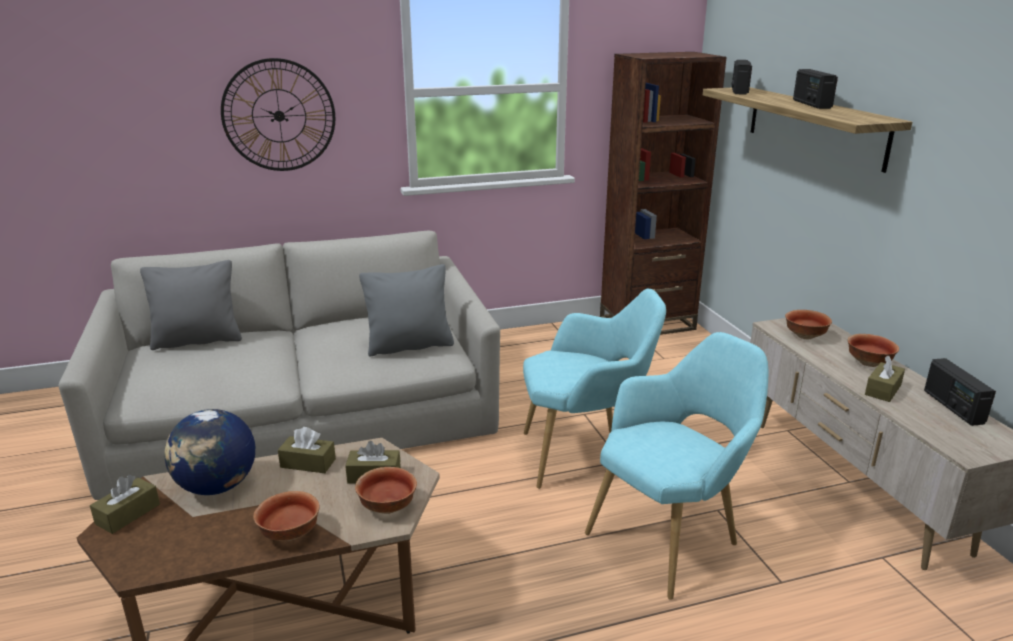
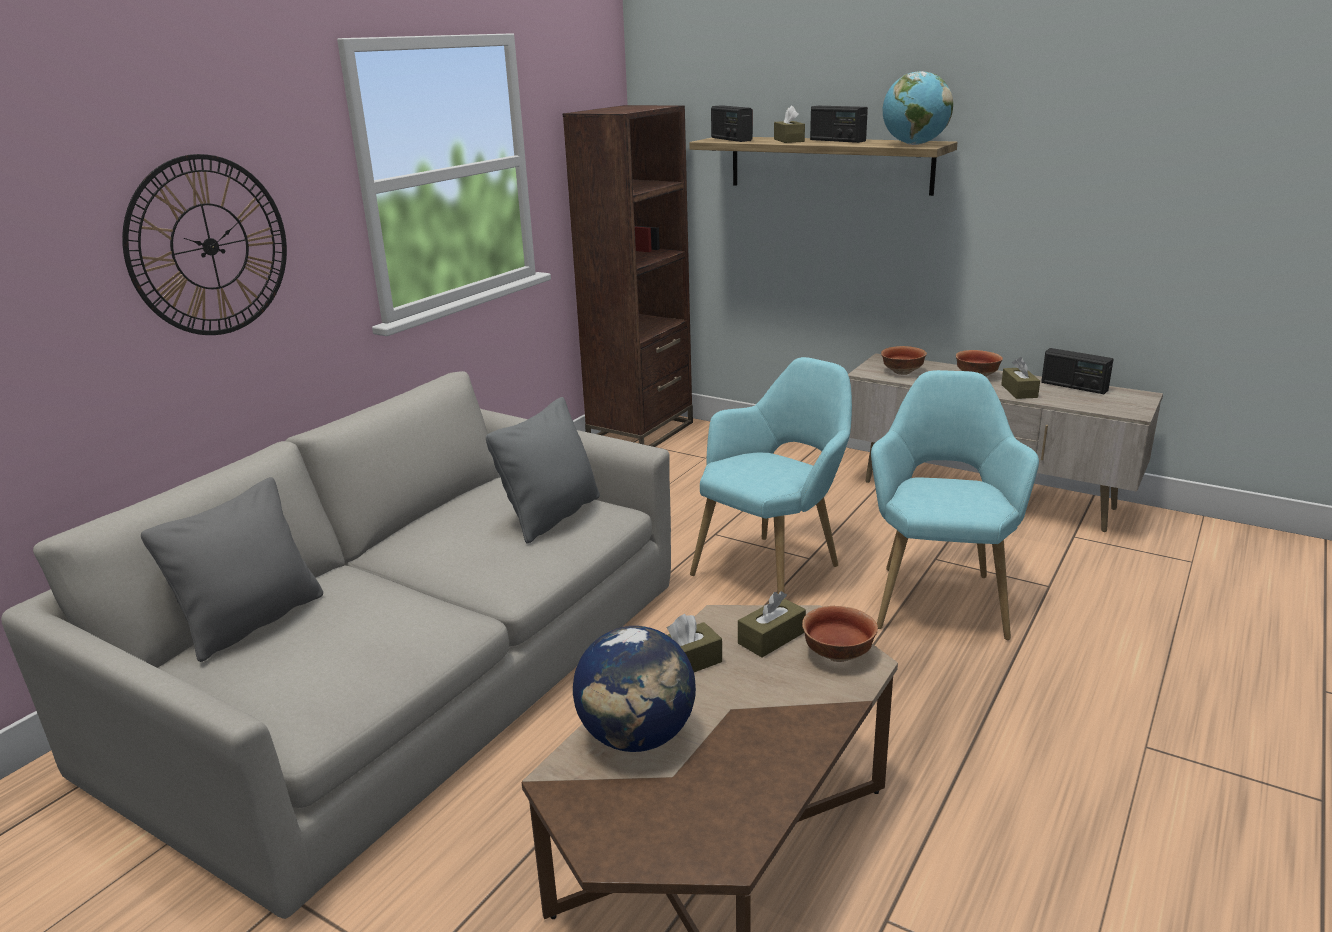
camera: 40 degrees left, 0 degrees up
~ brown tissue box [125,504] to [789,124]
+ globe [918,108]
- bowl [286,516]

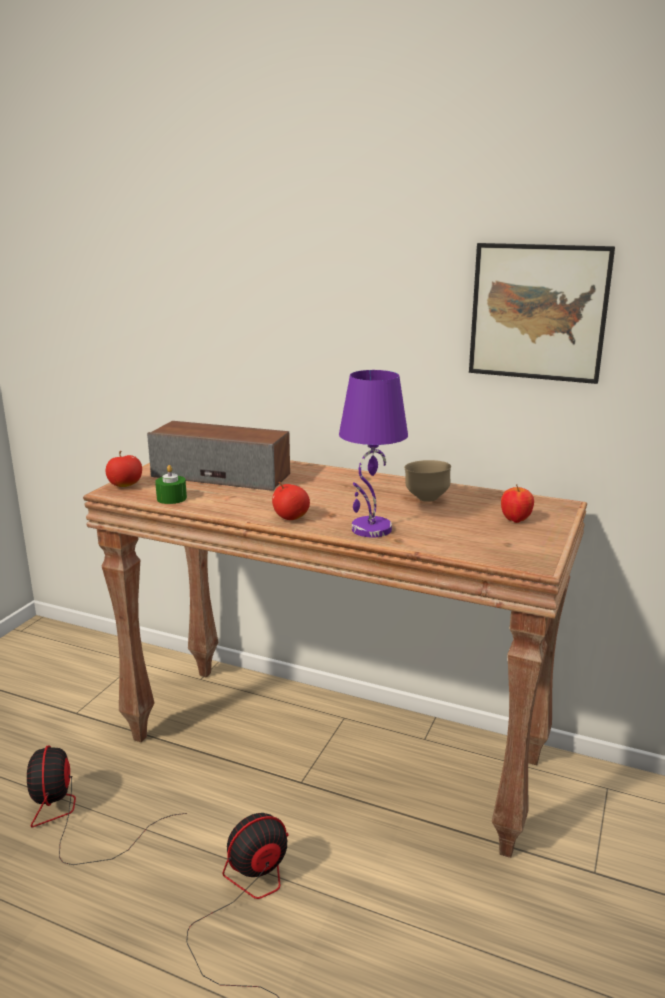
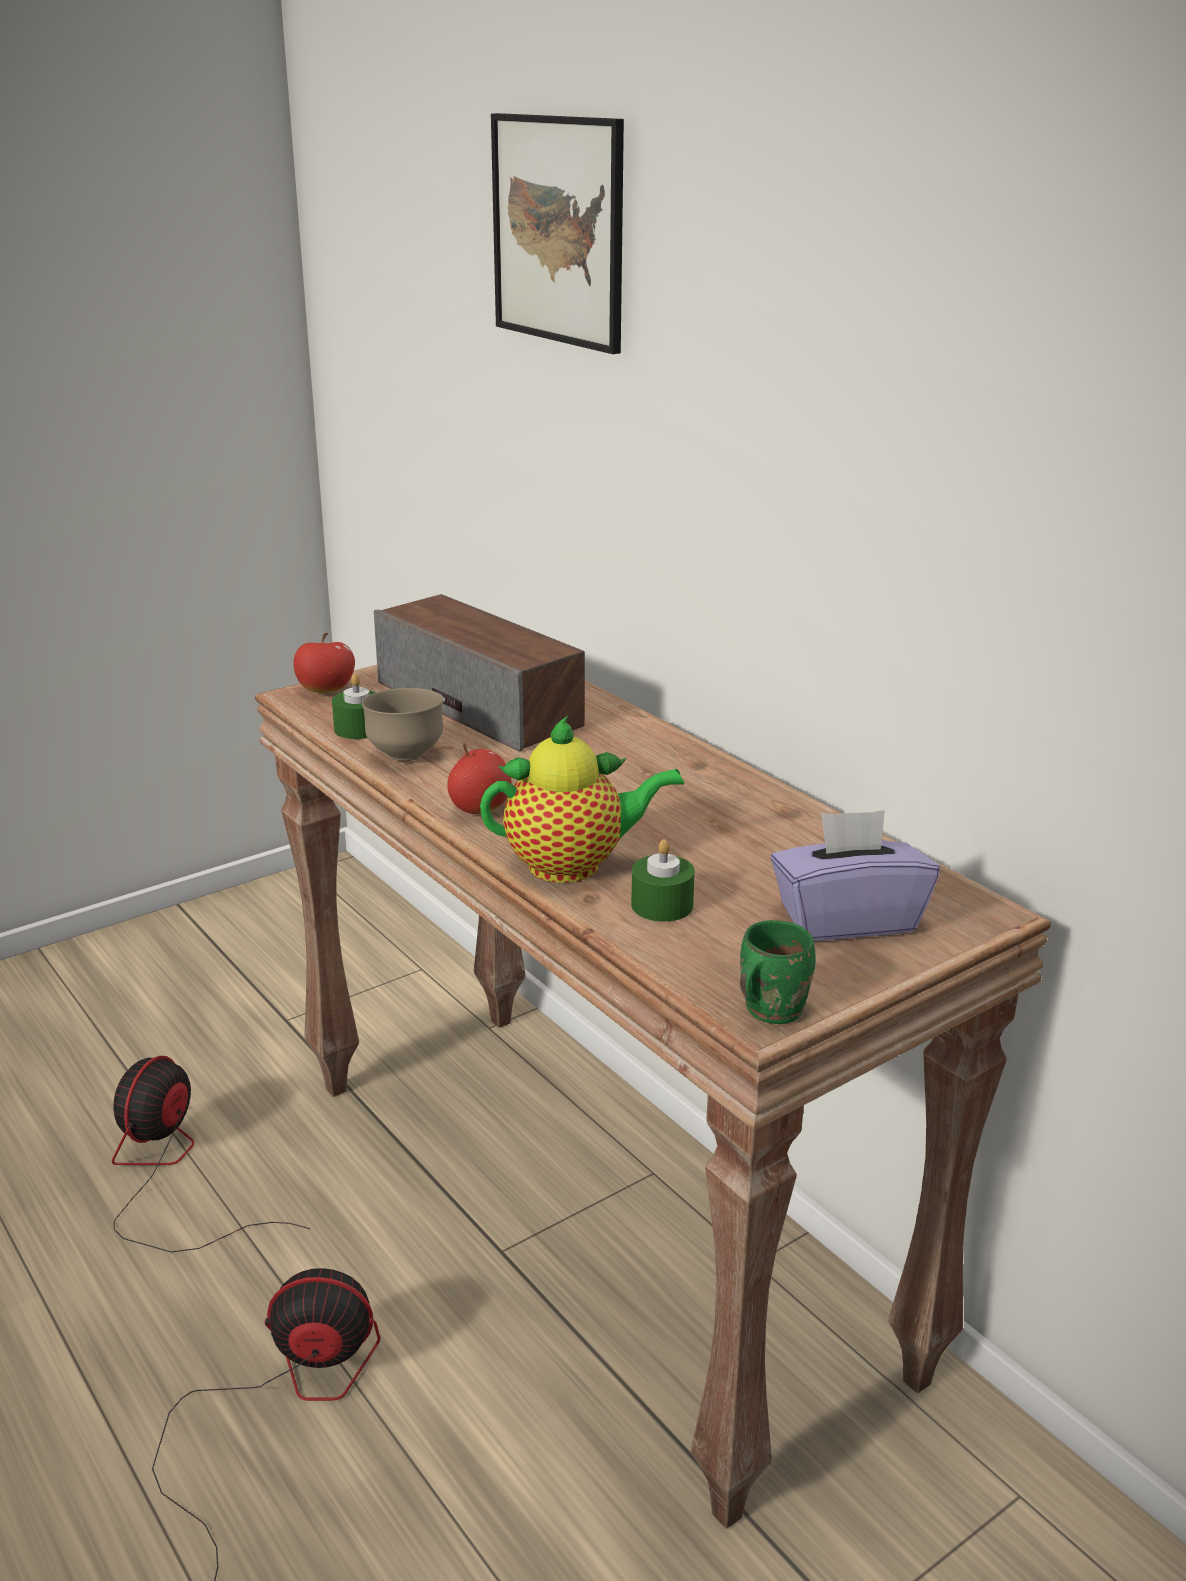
camera: 30 degrees right, 5 degrees up
~ brown bowl [427,481] to [402,724]
~ purple table lamp [373,453] to teapot [582,799]
~ picture [542,313] to [557,233]
+ green candle [663,880]
+ green mug [778,972]
~ apple [517,503] to purple tissue box [855,875]

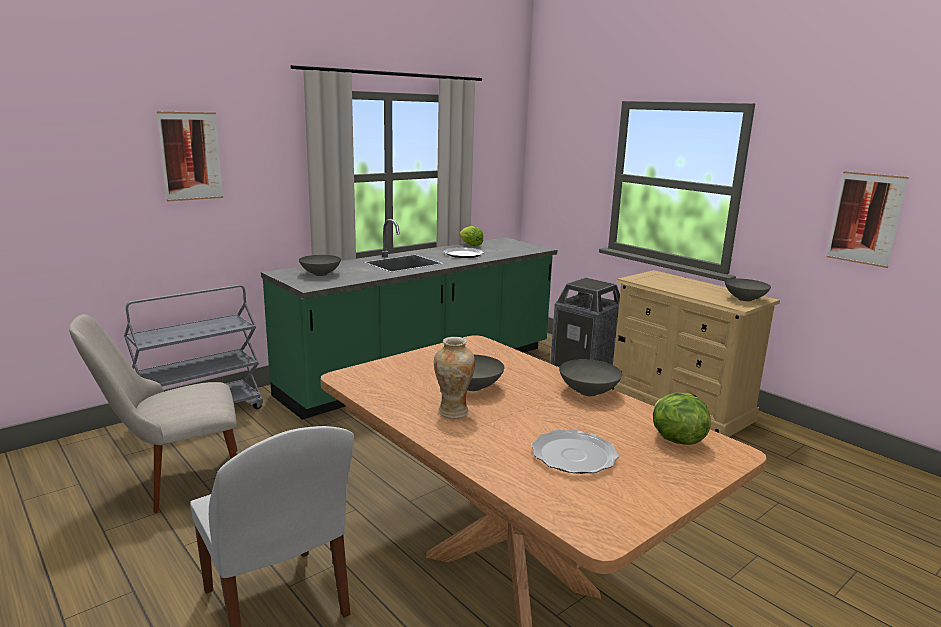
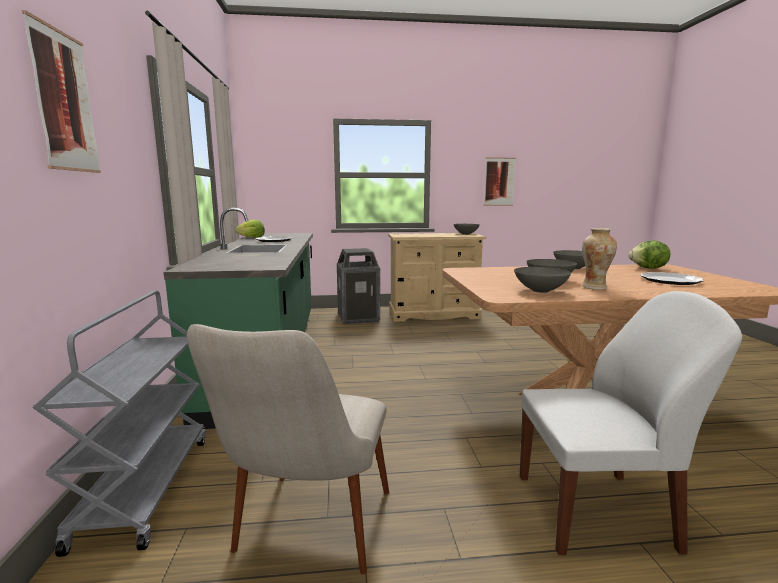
camera: 55 degrees left, 5 degrees down
~ grey bowl [320,265] to [542,280]

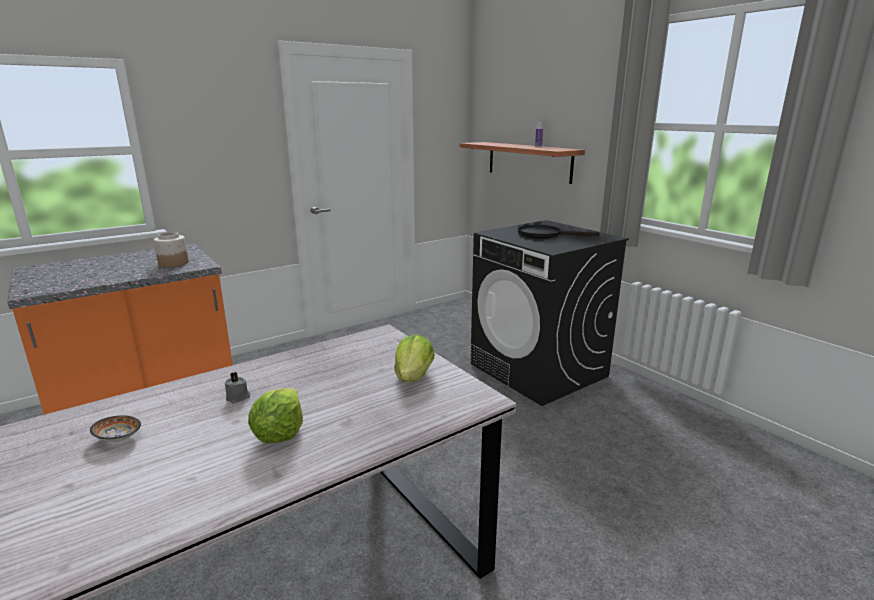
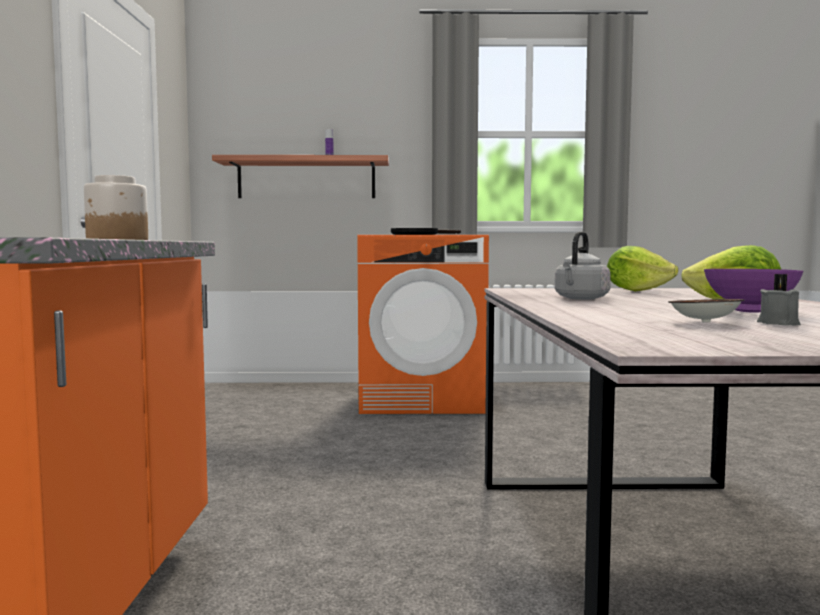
camera: 55 degrees left, 15 degrees down
~ black washing machine [550,313] to orange washing machine [423,324]
+ grey kettle [583,265]
+ purple bowl [753,290]
~ grey candle [237,387] to [779,300]

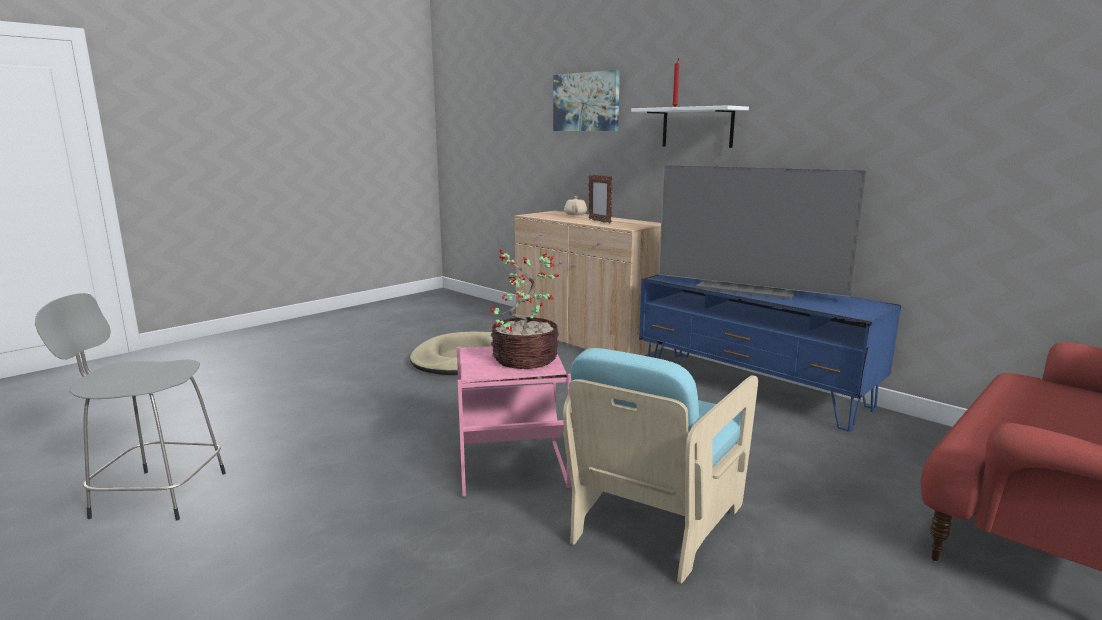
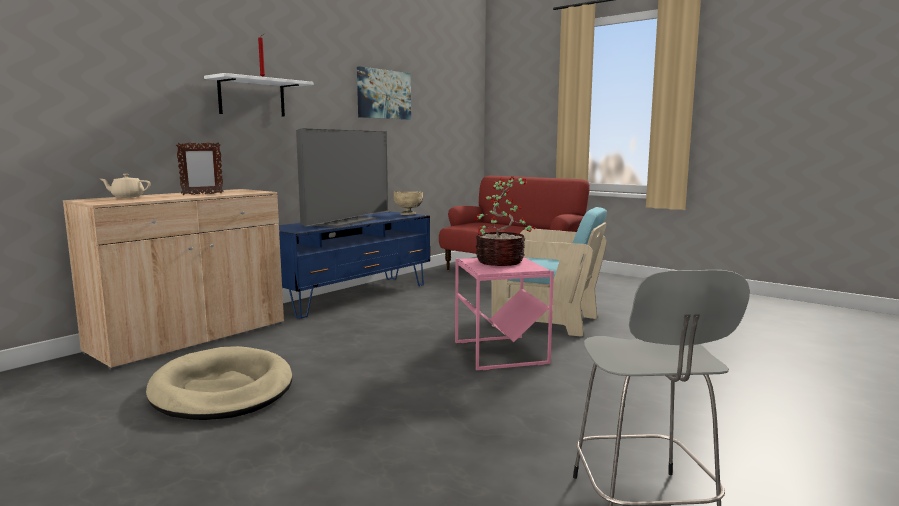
camera: 95 degrees left, 5 degrees down
~ picture [586,100] to [384,93]
+ beige bowl [408,203]

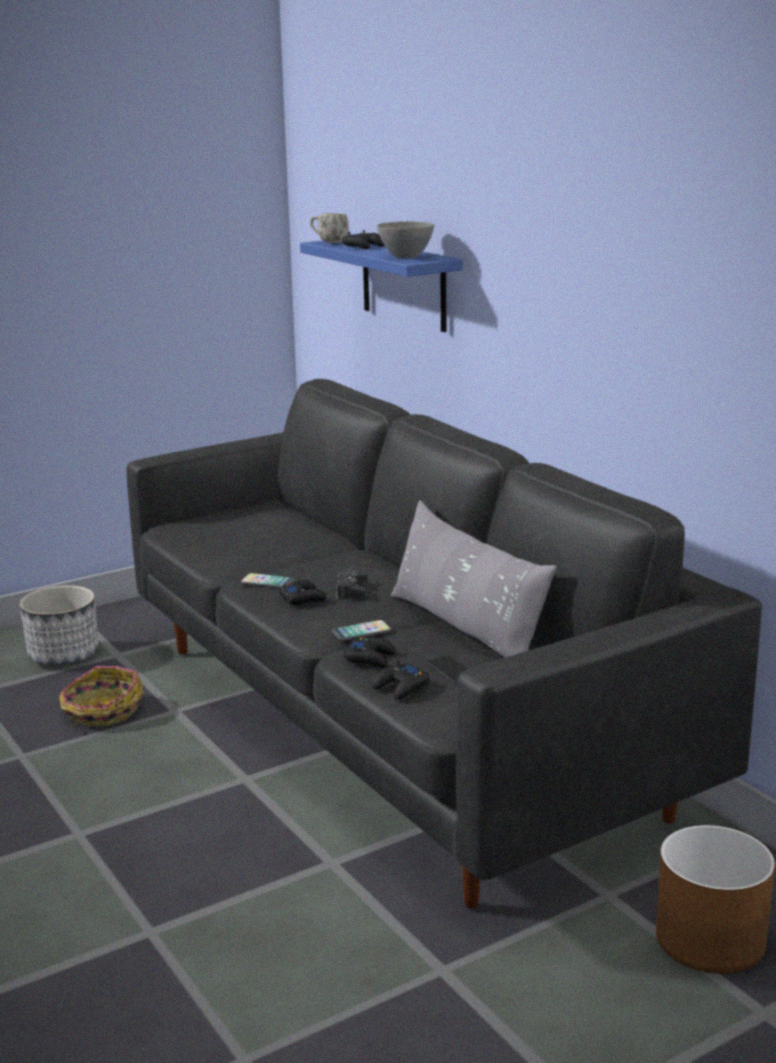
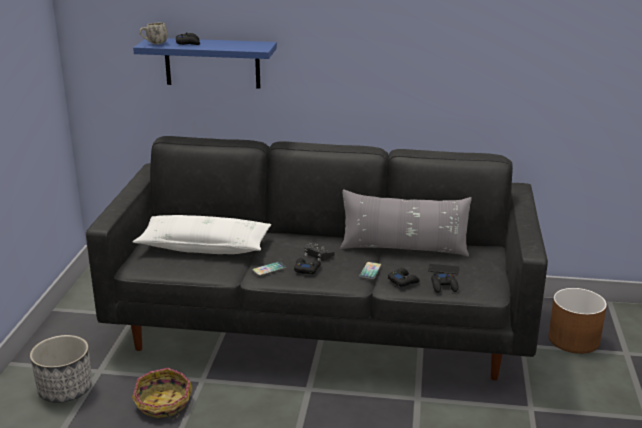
camera: 50 degrees left, 5 degrees up
+ white pillow [202,234]
- grey bowl [405,239]

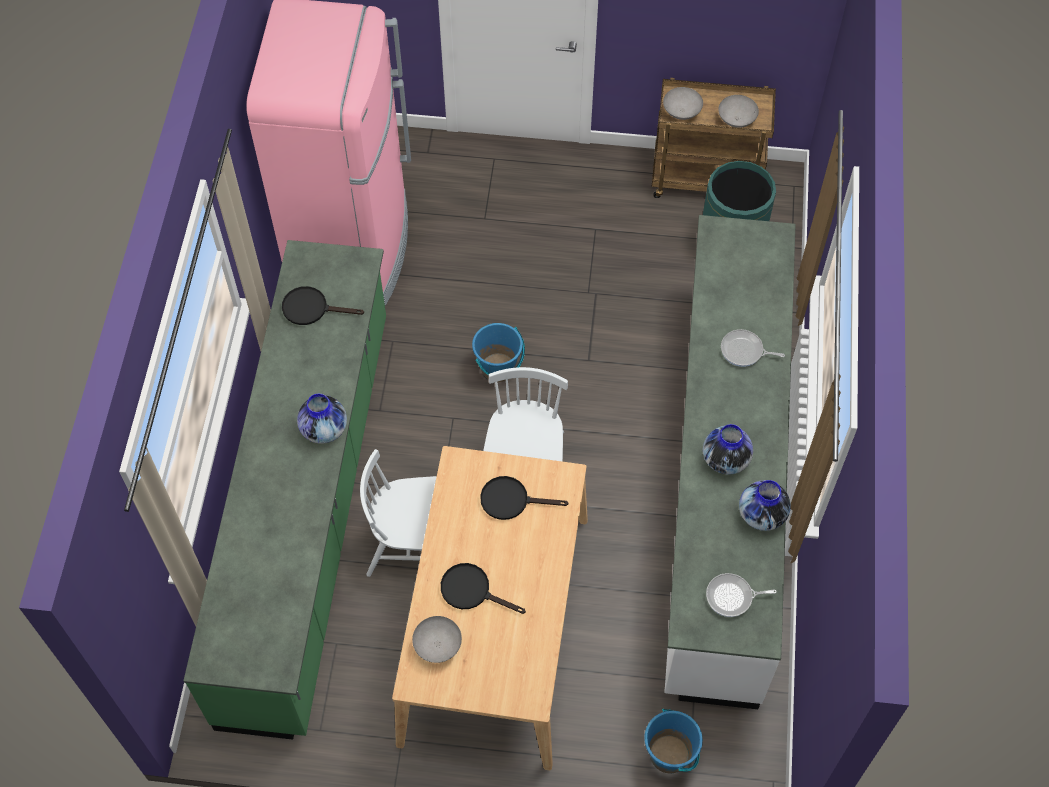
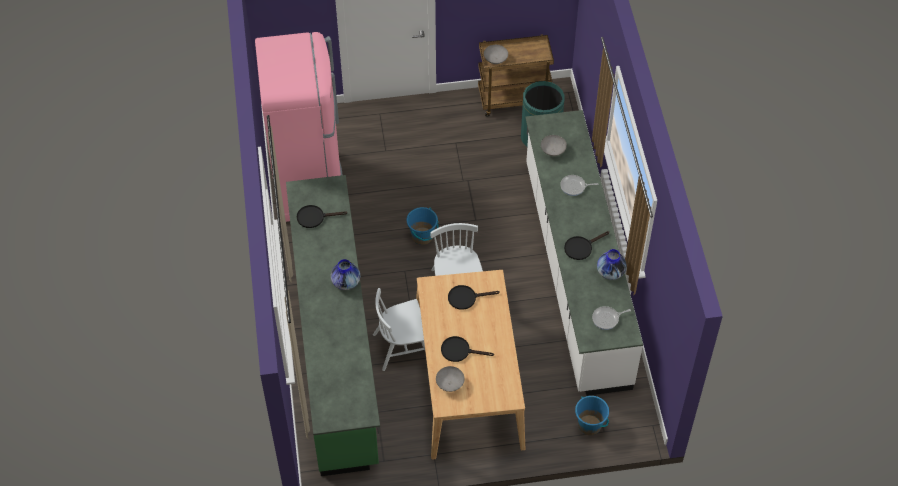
camera: 15 degrees left, 5 degrees down
~ grey bowl [738,111] to [554,145]
~ vase [728,449] to black frying pan [586,245]

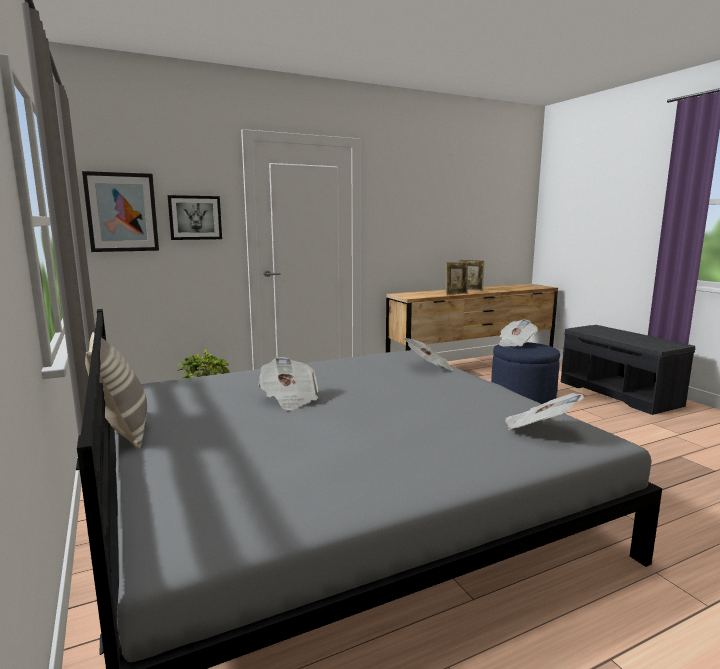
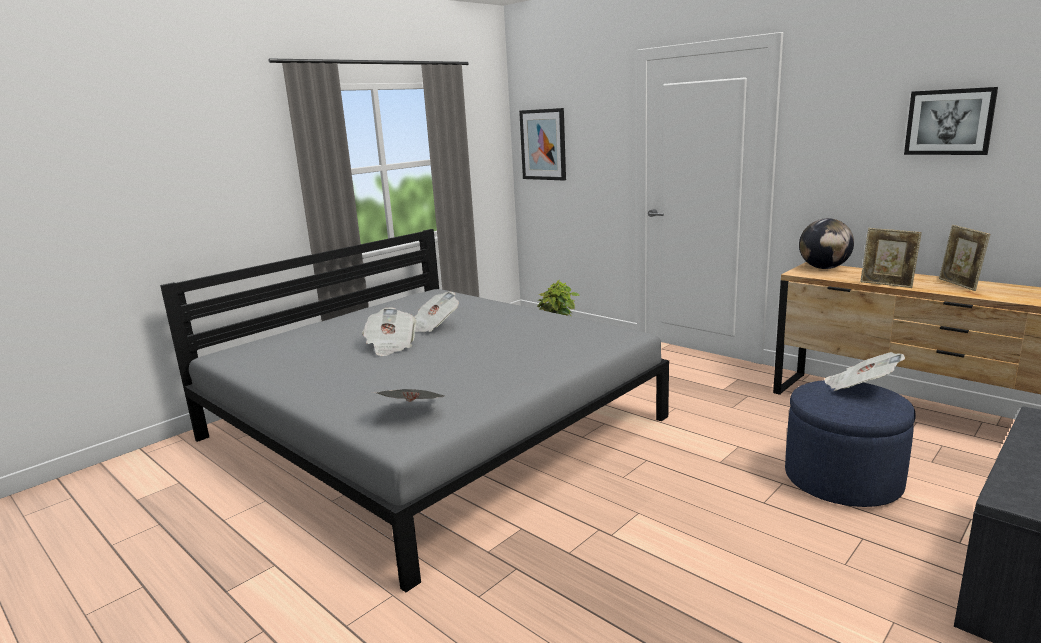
camera: 70 degrees right, 5 degrees up
~ newspaper [429,354] to [389,331]
+ globe [826,243]
~ picture [194,217] to [951,121]
- pillow [116,390]

